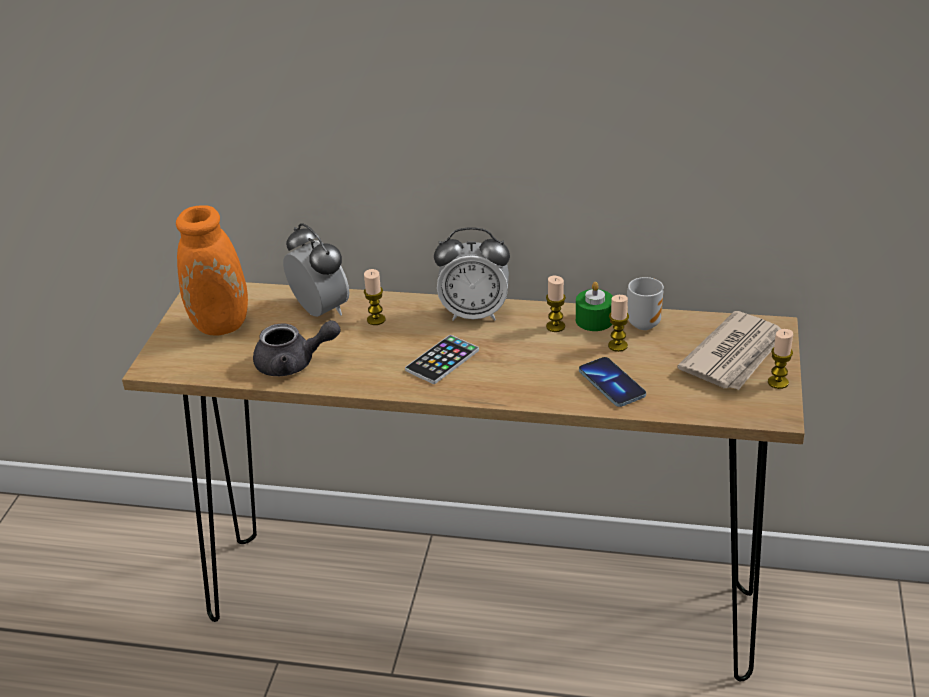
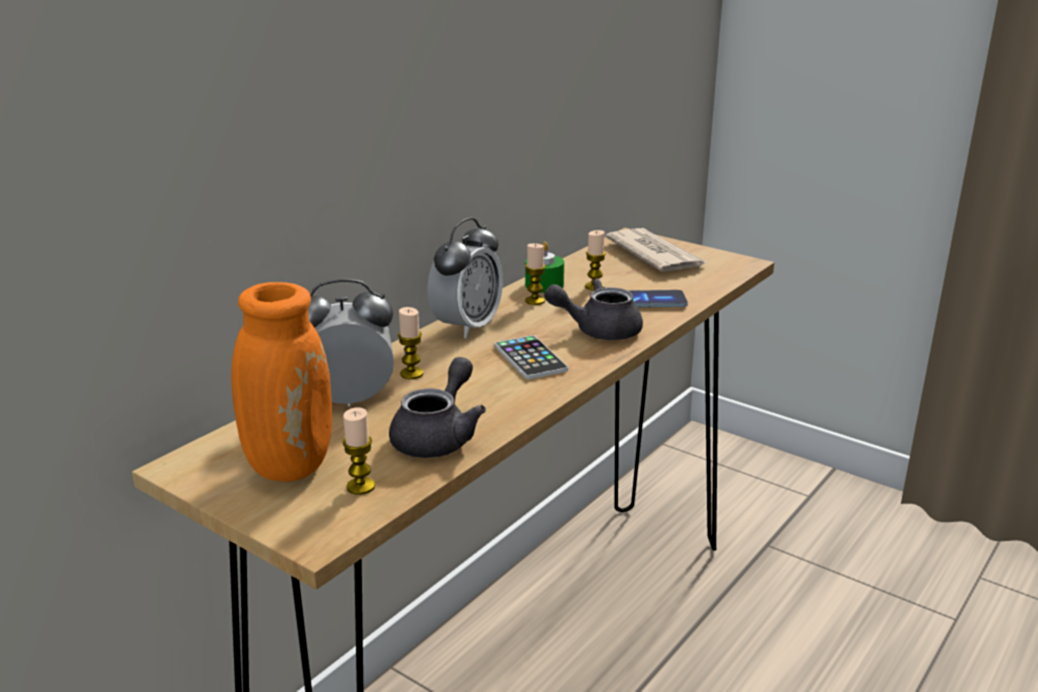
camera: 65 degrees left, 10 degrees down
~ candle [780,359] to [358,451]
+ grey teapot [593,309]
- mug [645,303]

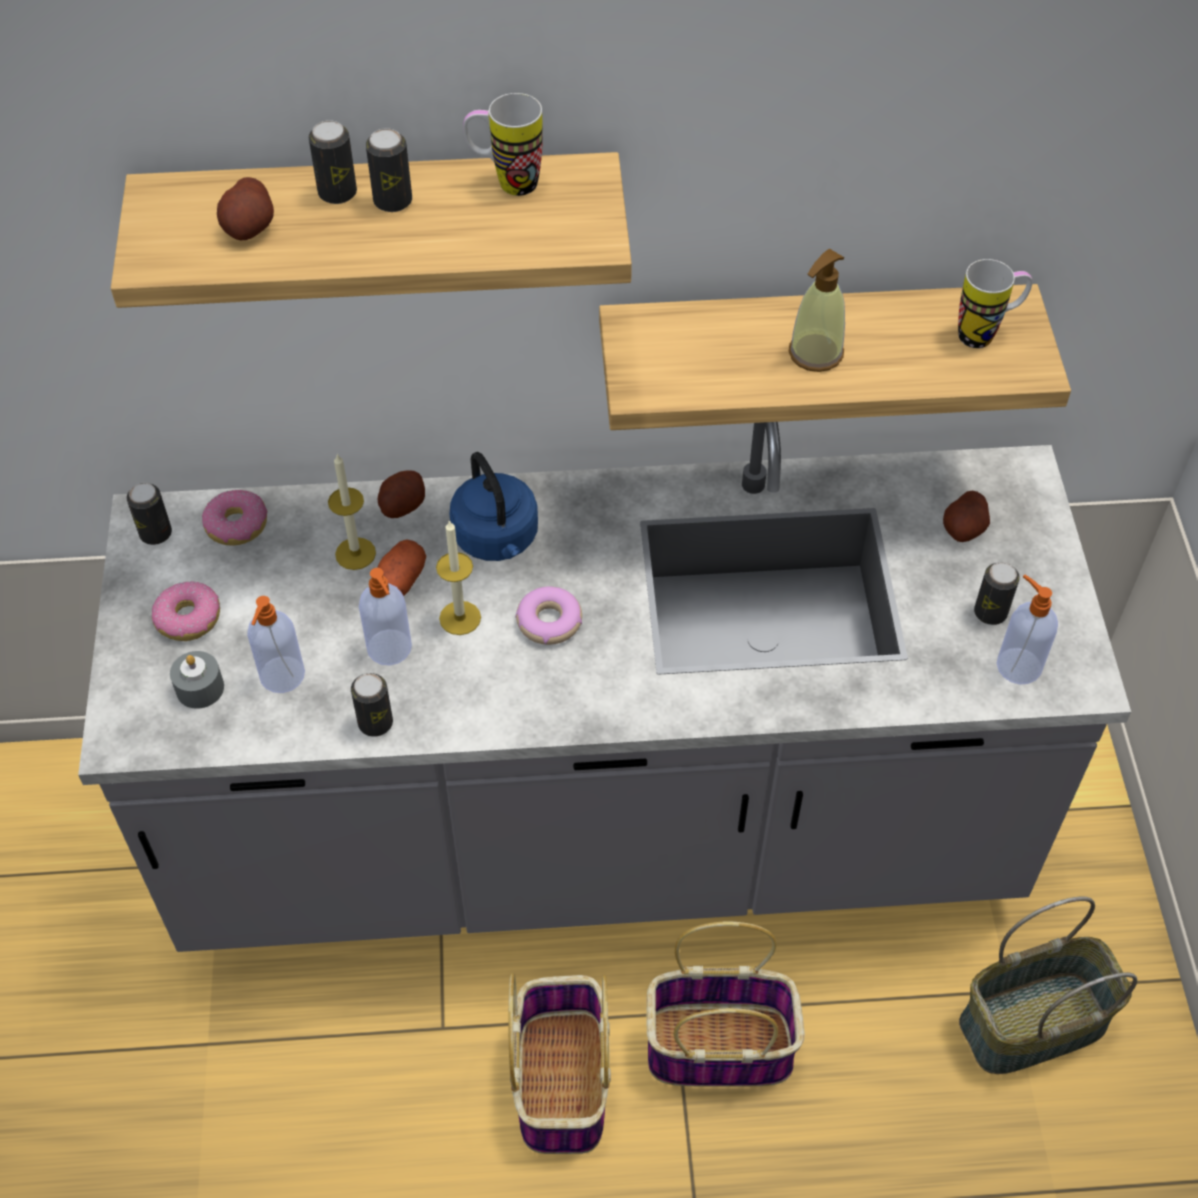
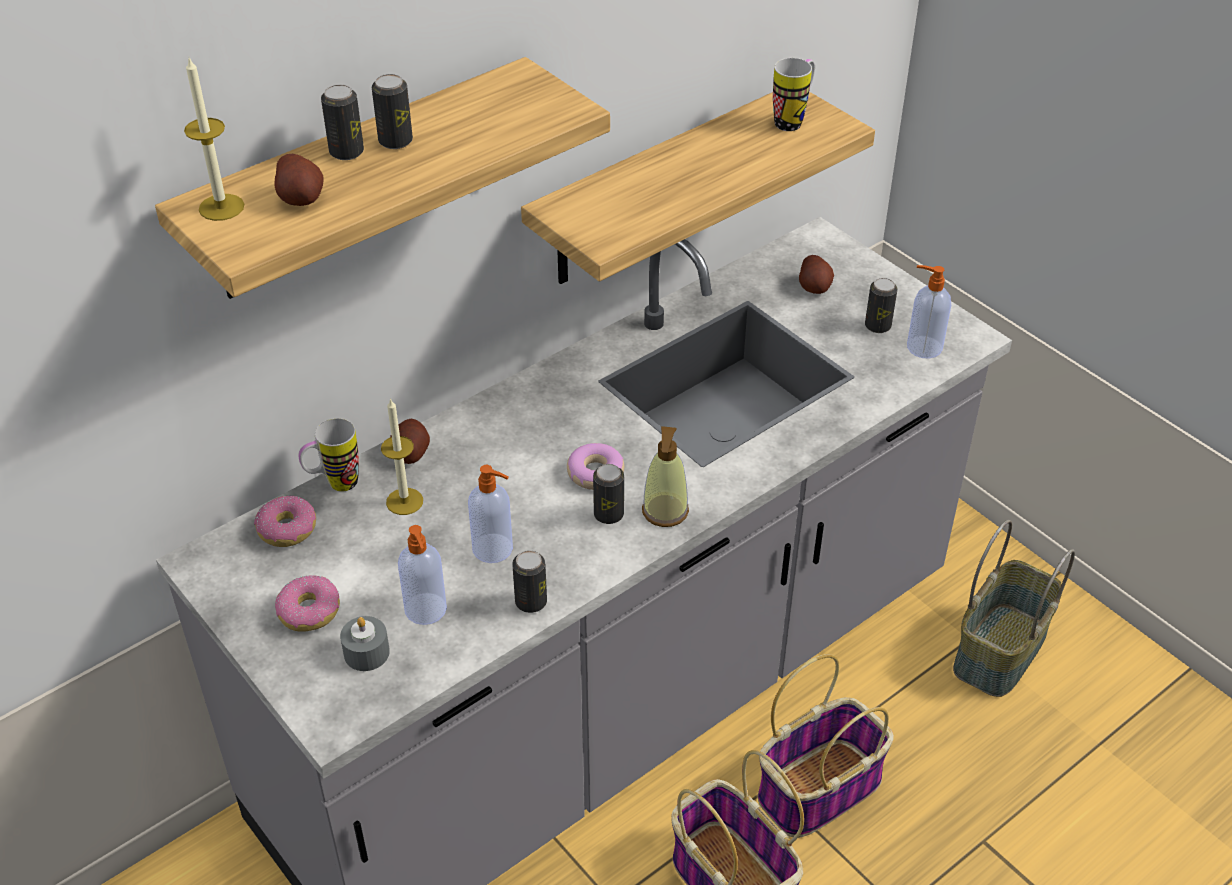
camera: 35 degrees left, 10 degrees down
~ candle [458,577] to [214,139]
~ mug [503,144] to [328,455]
~ can [149,514] to [608,494]
~ soap dispenser [817,310] to [665,476]
- potato [401,567]
- blue kettle [493,506]

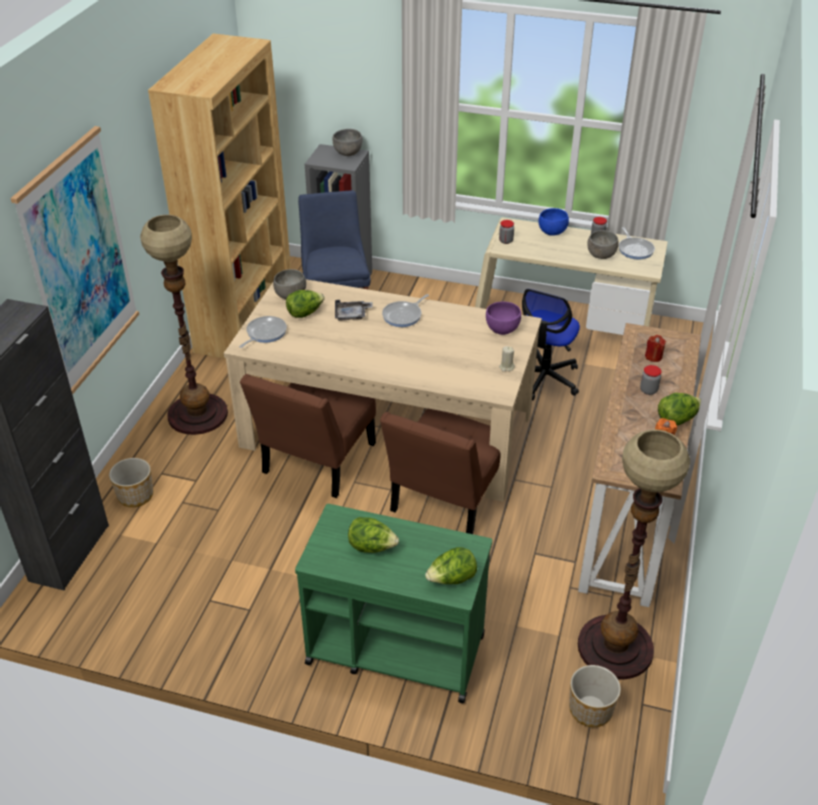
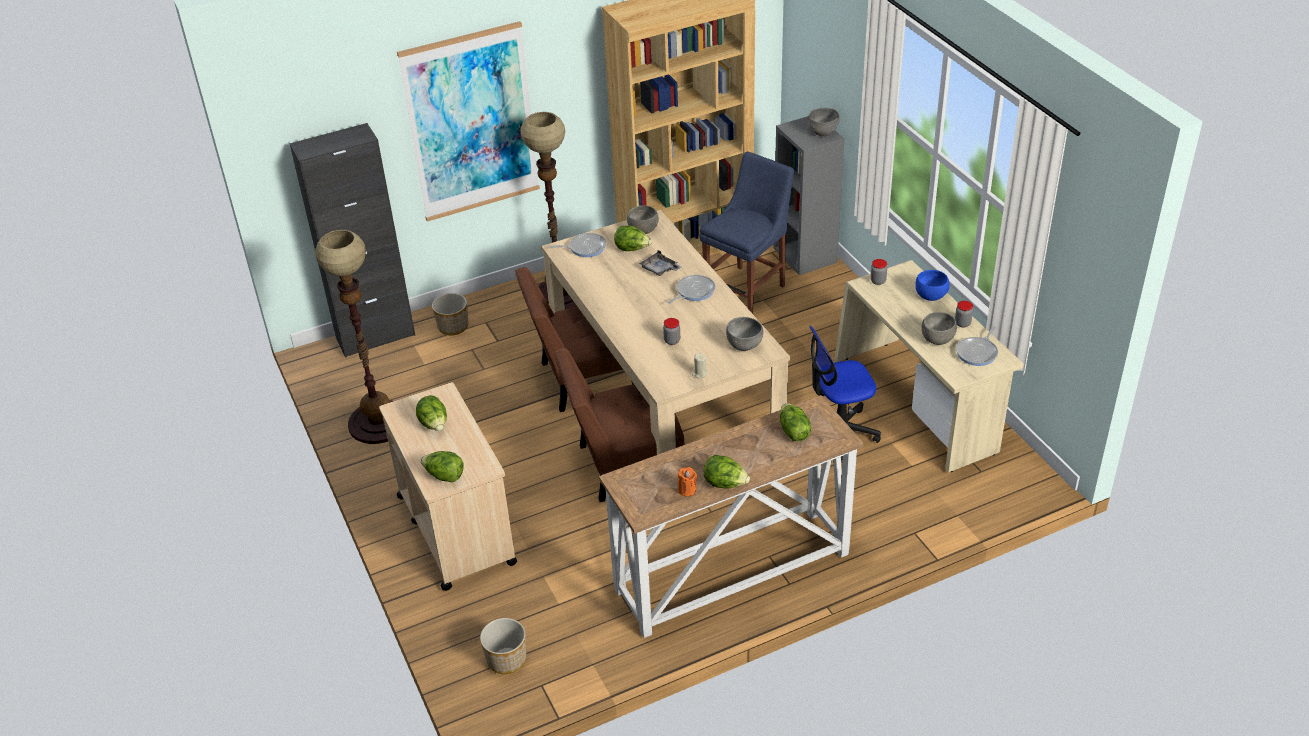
camera: 50 degrees right, 0 degrees up
~ floor lamp [634,554] to [354,337]
~ green cart [393,603] to beige cart [448,486]
~ jar [651,380] to [671,331]
~ frying pan [405,310] = [691,289] 135 degrees clockwise
~ purple bowl [503,318] to grey bowl [744,334]
~ red candle [655,348] to lettuce [795,422]

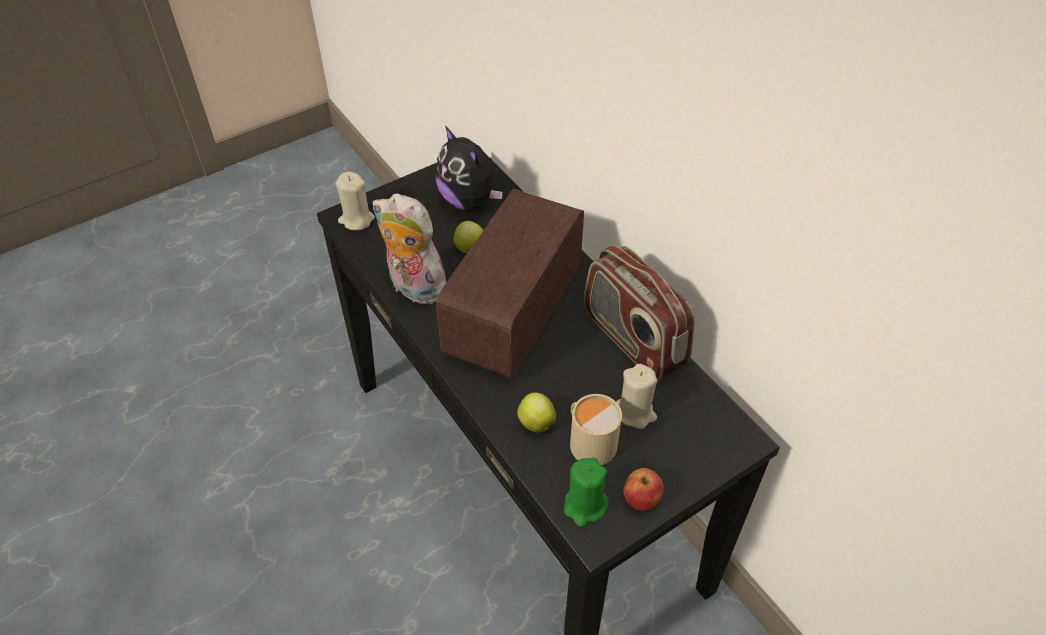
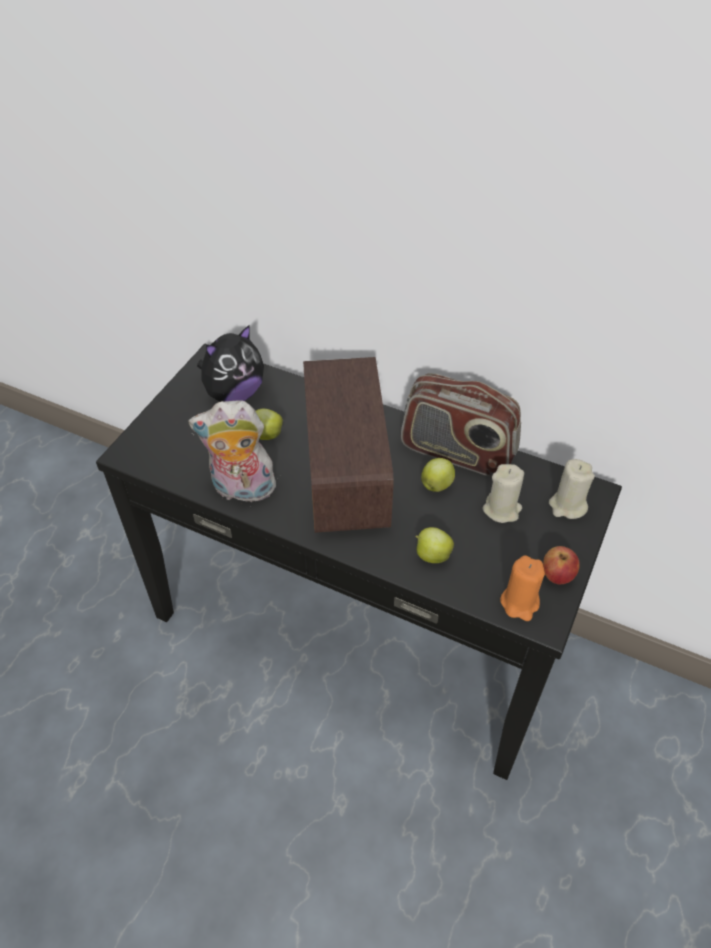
camera: 30 degrees left, 0 degrees up
~ plush toy [469,168] = [230,363] 60 degrees counterclockwise
+ apple [438,475]
~ green candle [586,492] to orange candle [522,588]
~ beige candle [355,201] to [572,489]
- beige mug [596,429]

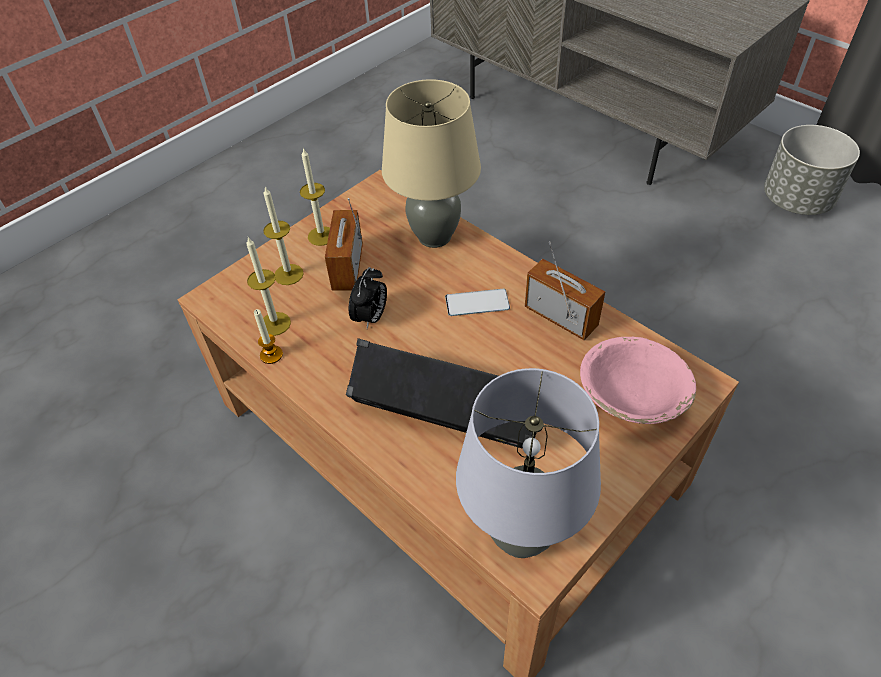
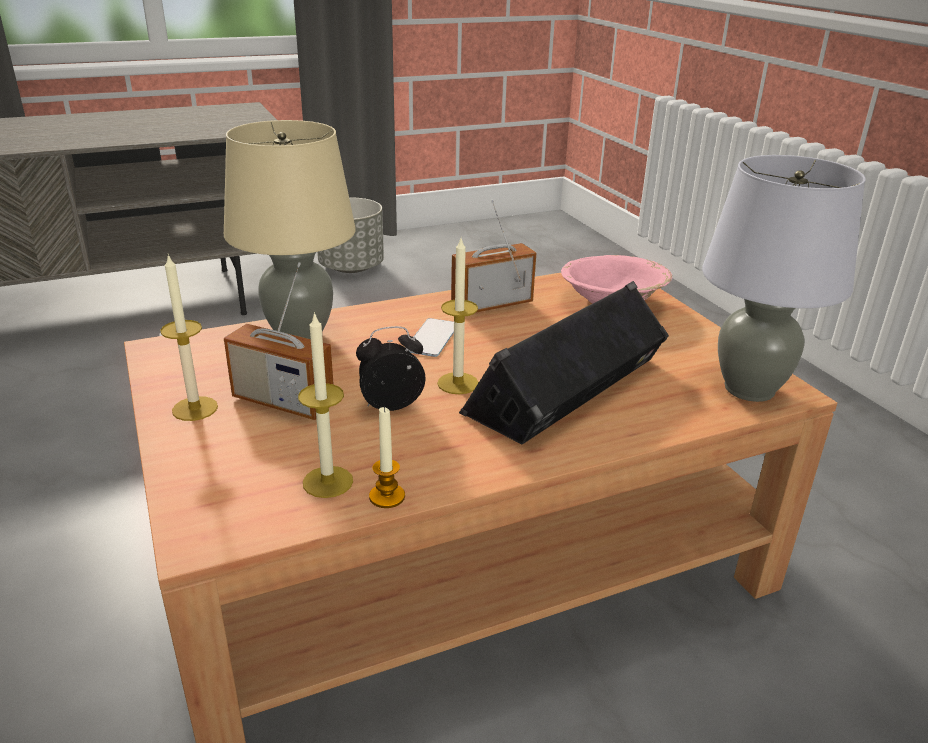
camera: 70 degrees left, 20 degrees down
~ alarm clock [368,298] = [391,368] 60 degrees counterclockwise
~ candle [283,236] to [458,316]

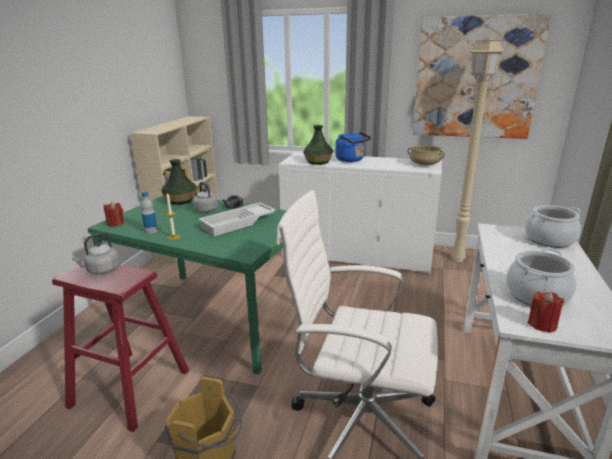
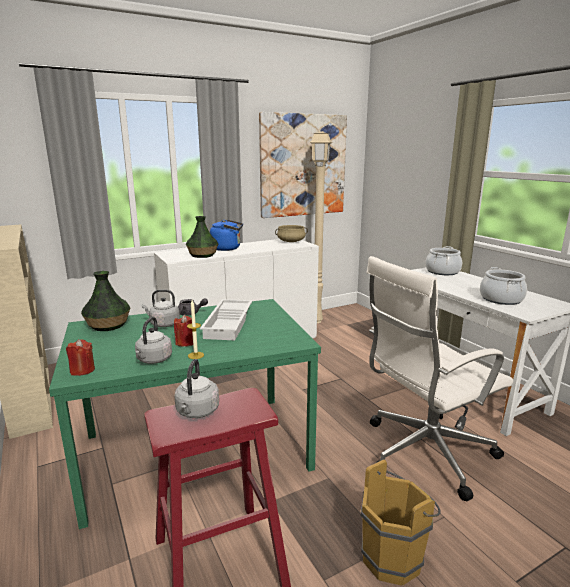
camera: 45 degrees left, 5 degrees down
~ bottle [149,212] to grey kettle [153,340]
~ red candle [546,312] to [183,331]

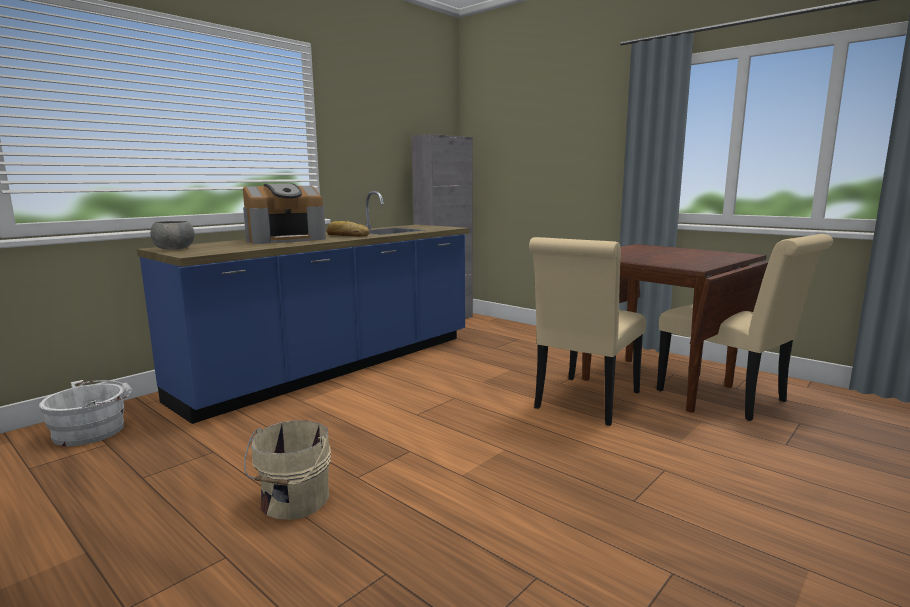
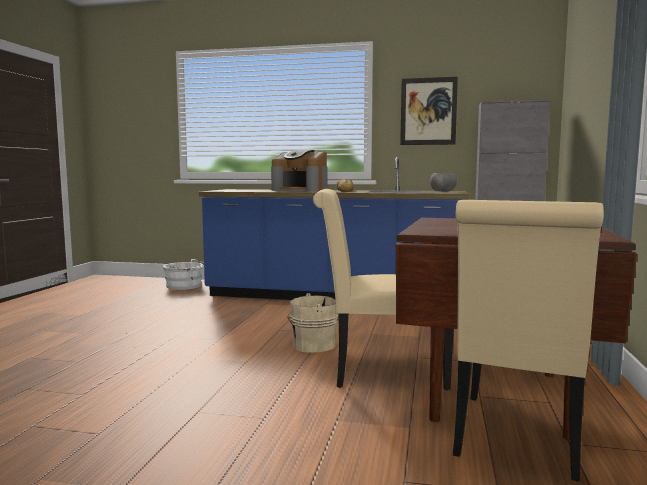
camera: 60 degrees right, 5 degrees down
~ beige bucket [287,470] to [313,322]
+ picture [429,111]
~ grey bowl [172,235] to [443,182]

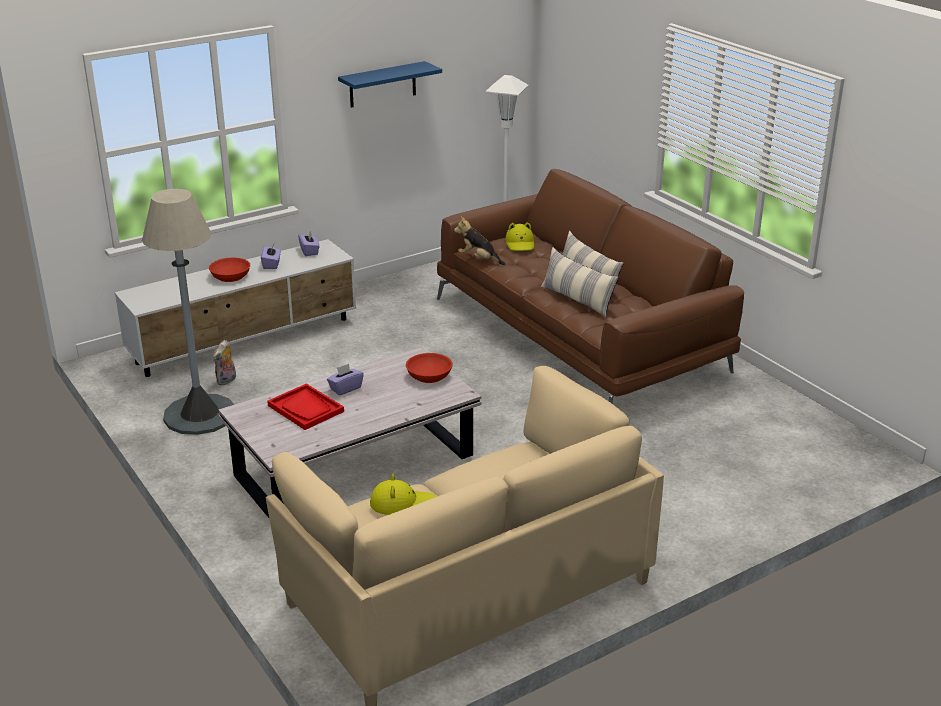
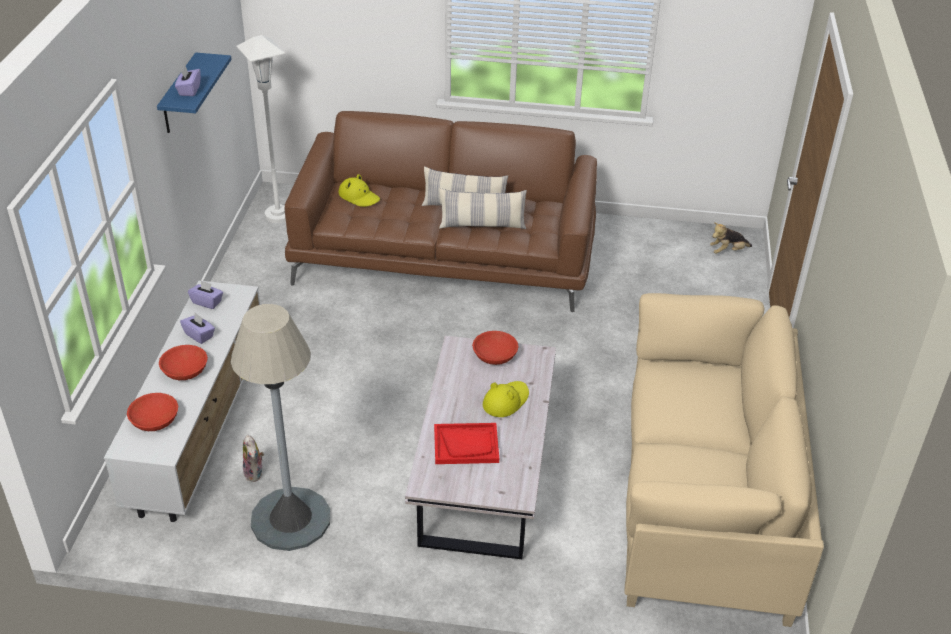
camera: 50 degrees left, 10 degrees up
+ red bowl [152,412]
~ purple tissue box [345,379] to [188,81]
~ yellow hat [403,494] to [506,399]
~ plush toy [479,241] to [731,238]

